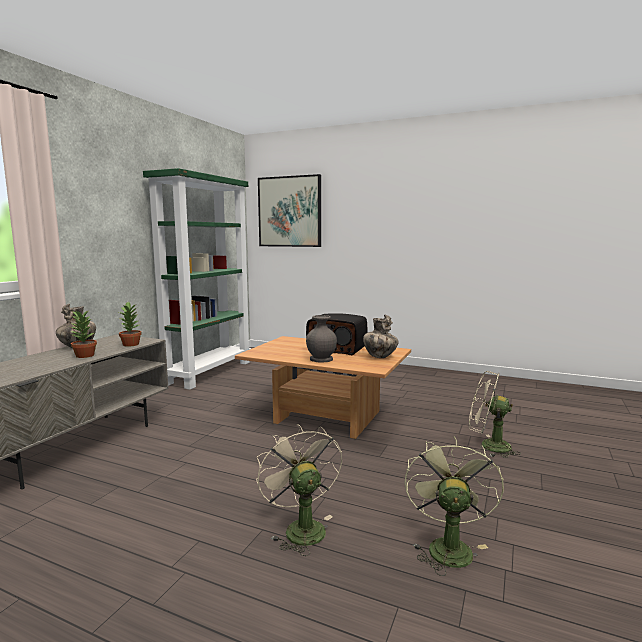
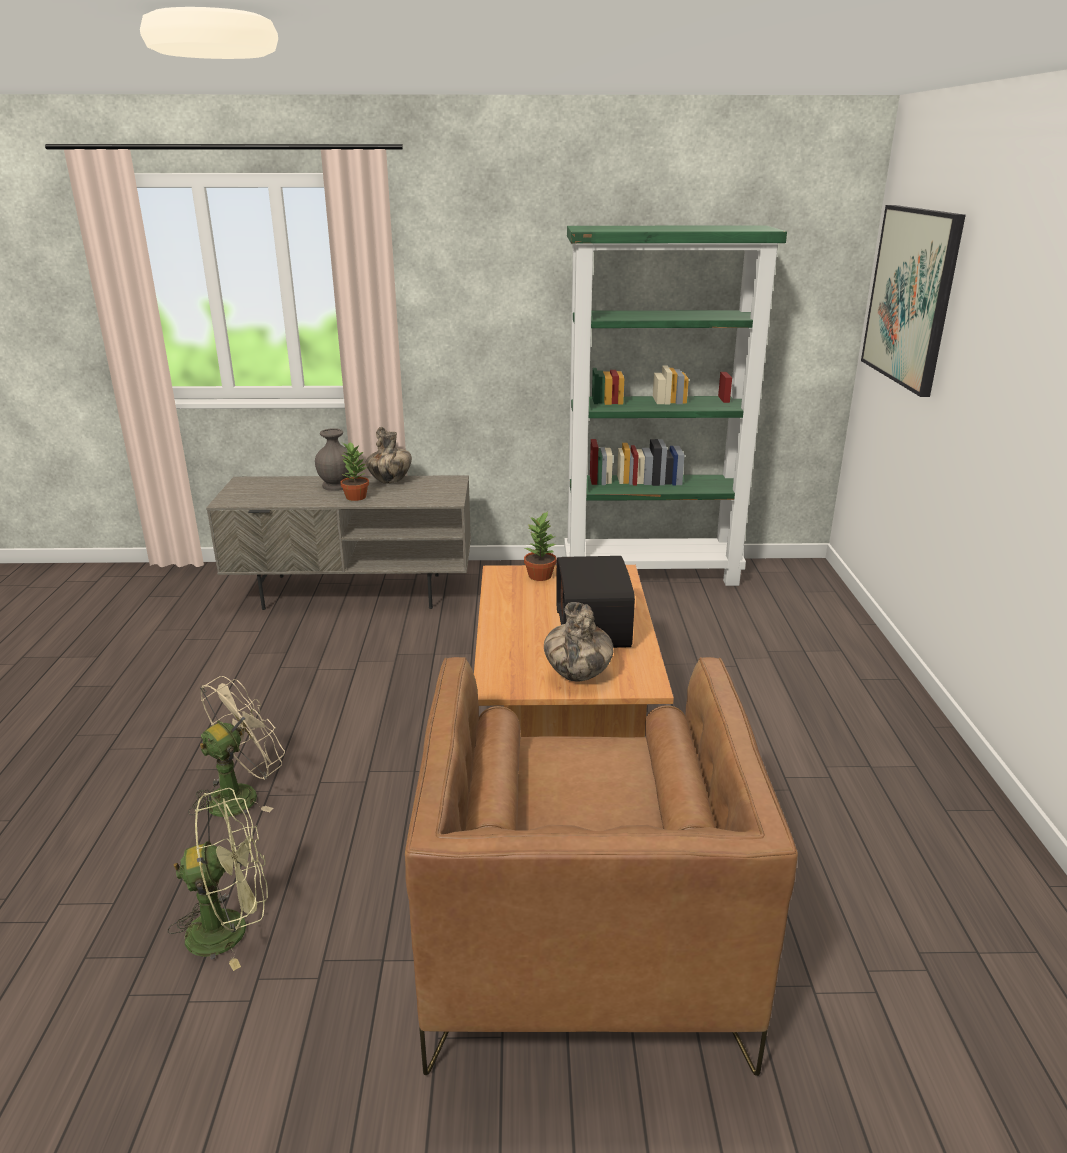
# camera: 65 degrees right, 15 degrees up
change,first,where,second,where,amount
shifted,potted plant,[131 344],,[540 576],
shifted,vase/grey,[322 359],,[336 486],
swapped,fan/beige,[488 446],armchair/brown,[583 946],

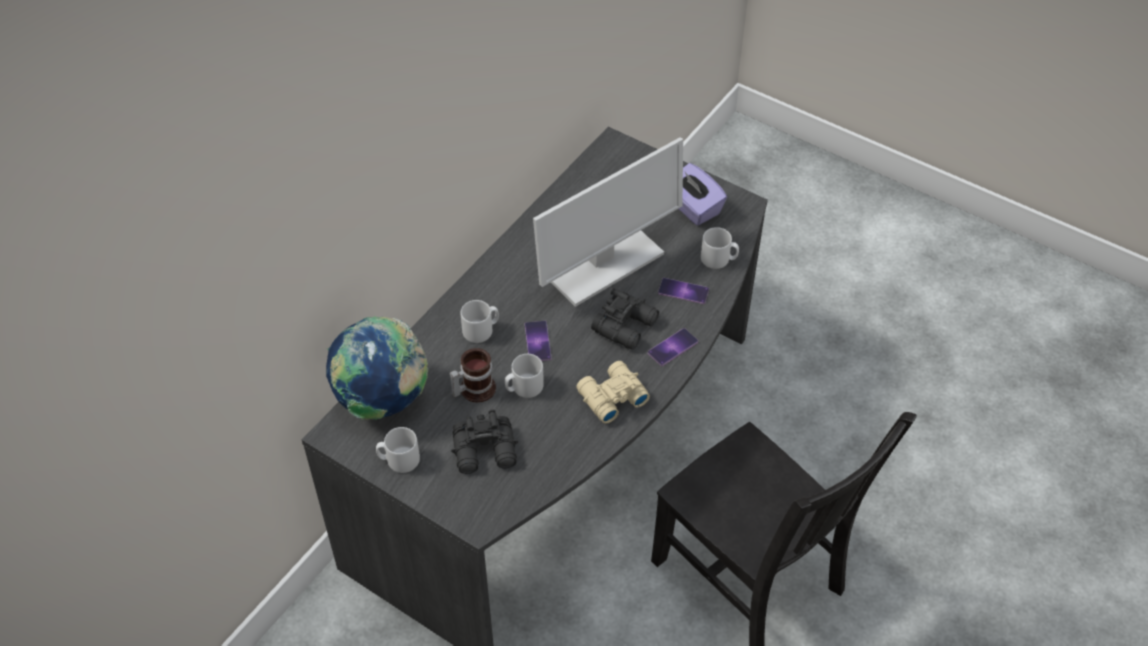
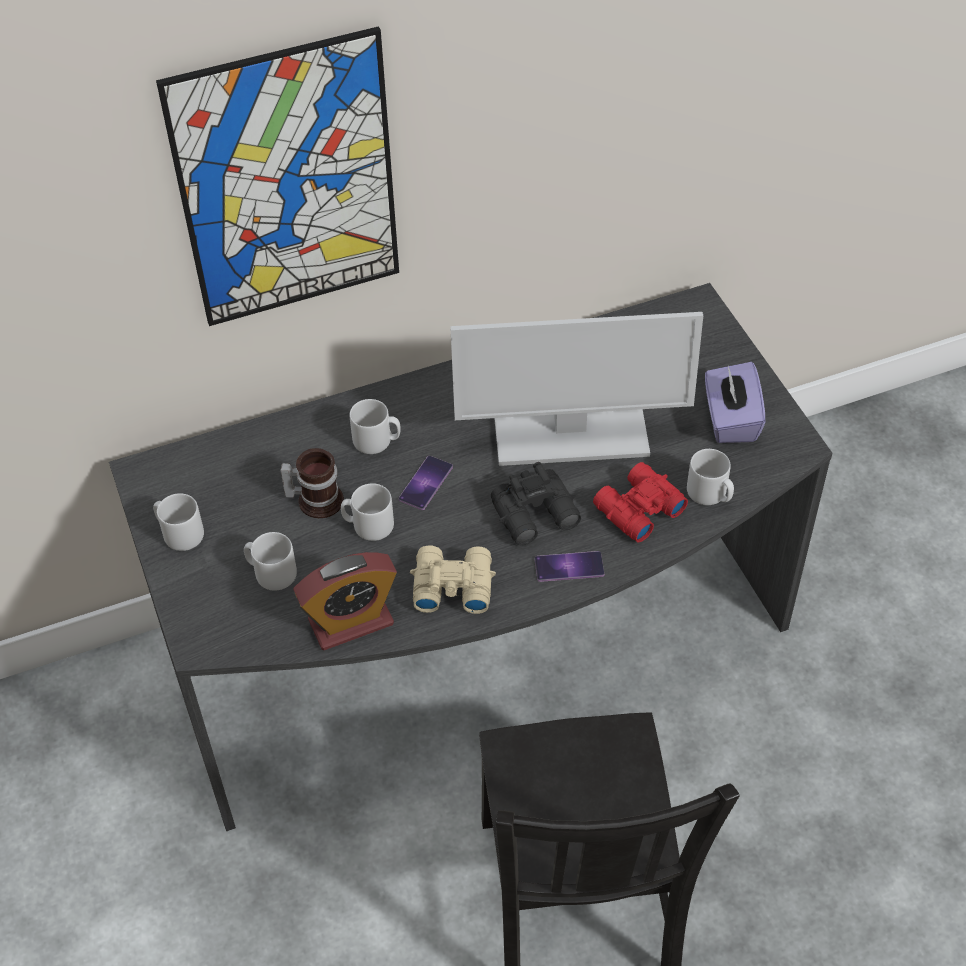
# camera: 35 degrees right, 0 degrees up
change,first,where,second,where,amount
gone,globe,[382 400],,,
new,,,picture,[287 183],
new,,,alarm clock,[351 622],
swapped,binoculars/black,[486 452],mug/grey,[271 573],
swapped,phone,[683 291],binoculars/red,[636 509],

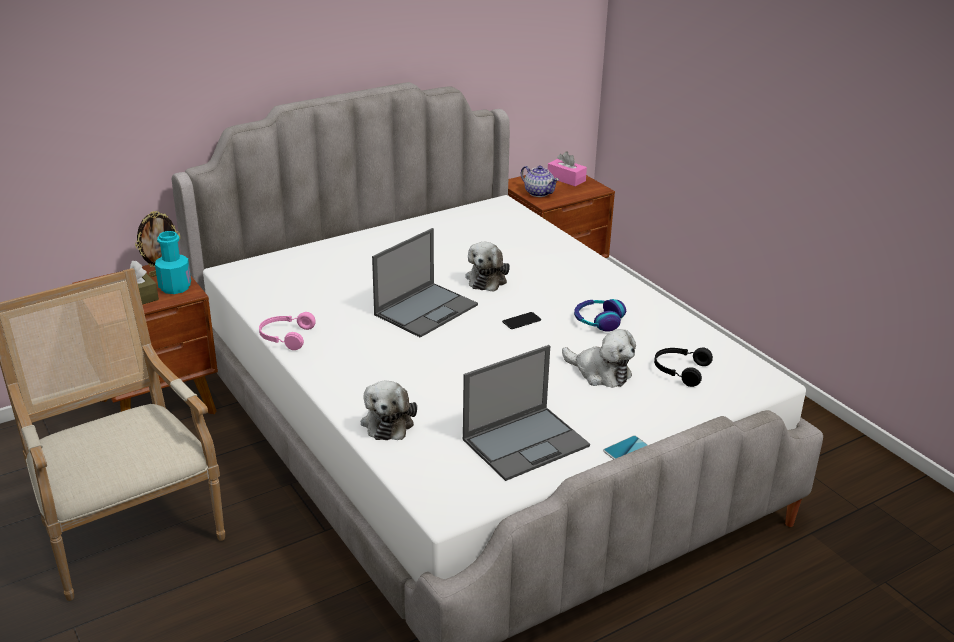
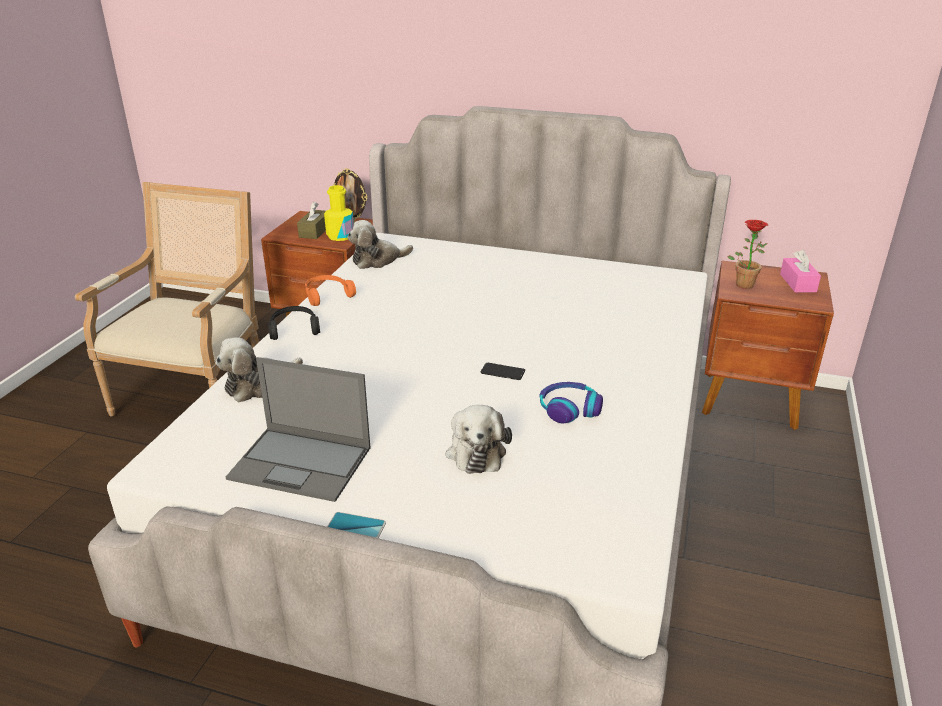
# camera: 50 degrees right, 0 degrees up
change,first,where,second,where,amount
gone,laptop,[426 309],,,
shifted,plush toy,[487 278],,[377 260],
shifted,headphones/black,[679 371],,[294 328],
swapped,teapot,[538 193],potted plant,[743 283],
repainted,bottle/turquoise,[175 287],bottle/yellow,[340 236],
repainted,headphones/pink,[285 337],headphones/orange,[327 295],

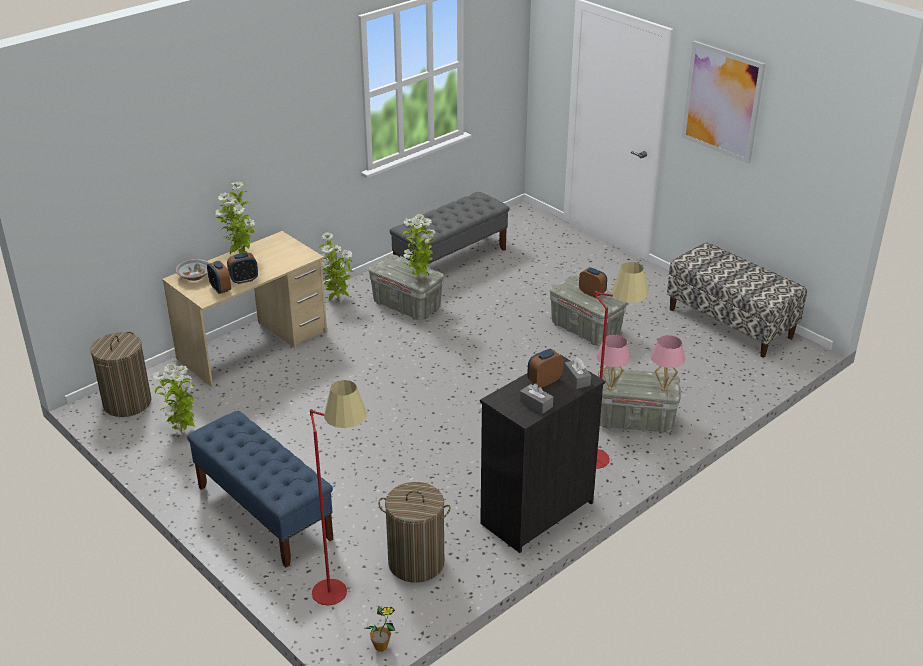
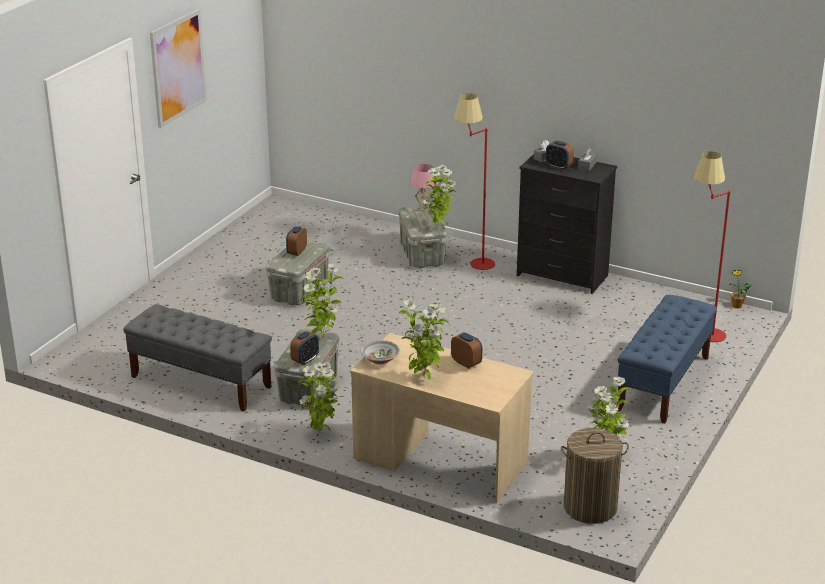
# camera: 110 degrees left, 5 degrees down
change,first,where,second,where,amount
gone,laundry basket,[416 562],,,
gone,bench,[730 323],,,
shifted,bowl,[194 277],,[380 359],
shifted,alarm clock,[220 289],,[305 360],
swapped,table lamp/pink,[611 387],potted plant,[438 228],

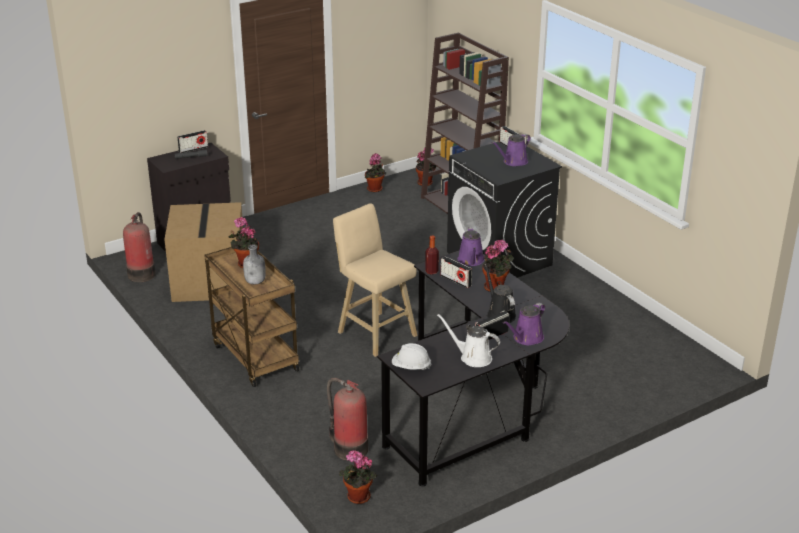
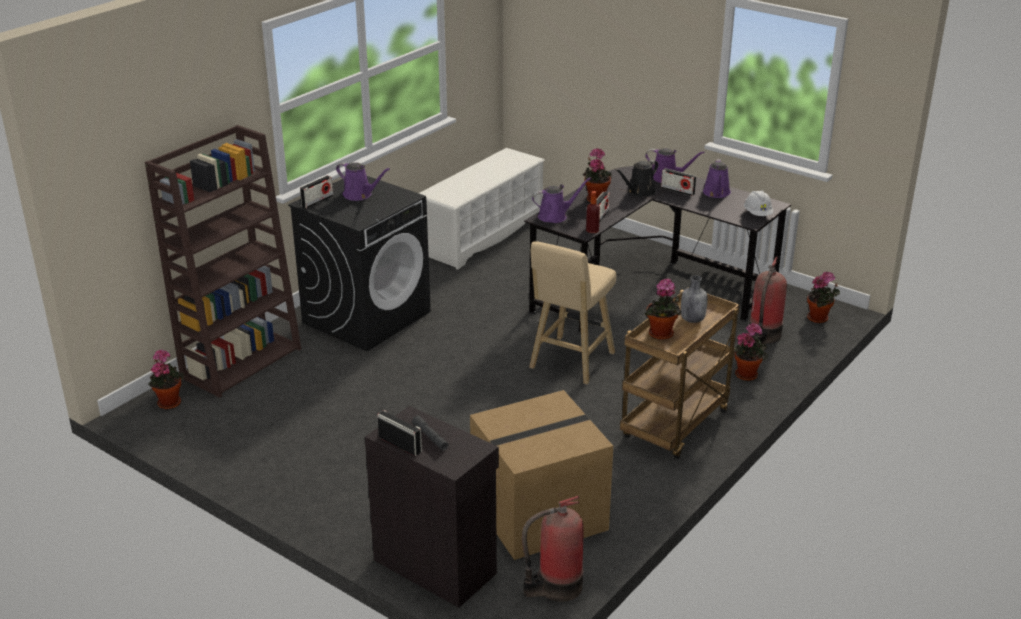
# camera: 110 degrees left, 0 degrees up
change,first,where,second,where,amount
new,,,shoe rack/white,[483 236],
shifted,potted plant,[375 189],,[747 374],
repainted,watering can/white,[472 357],watering can/purple,[716 193],

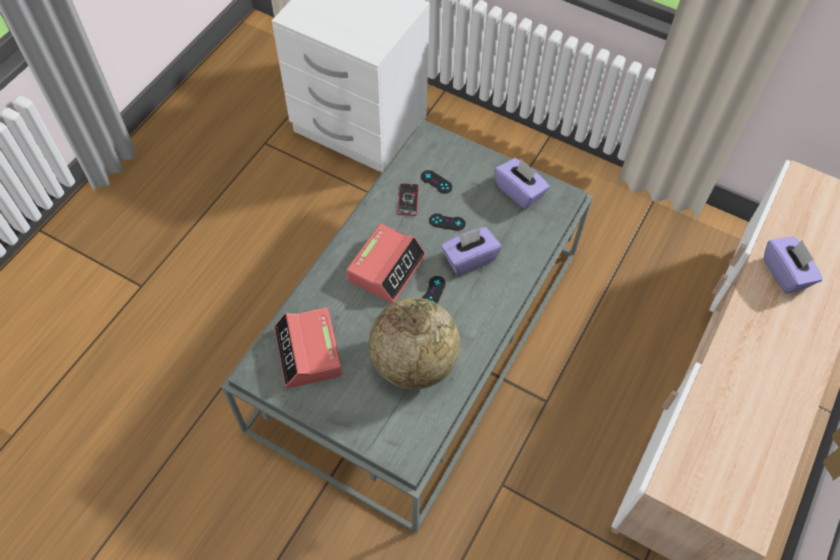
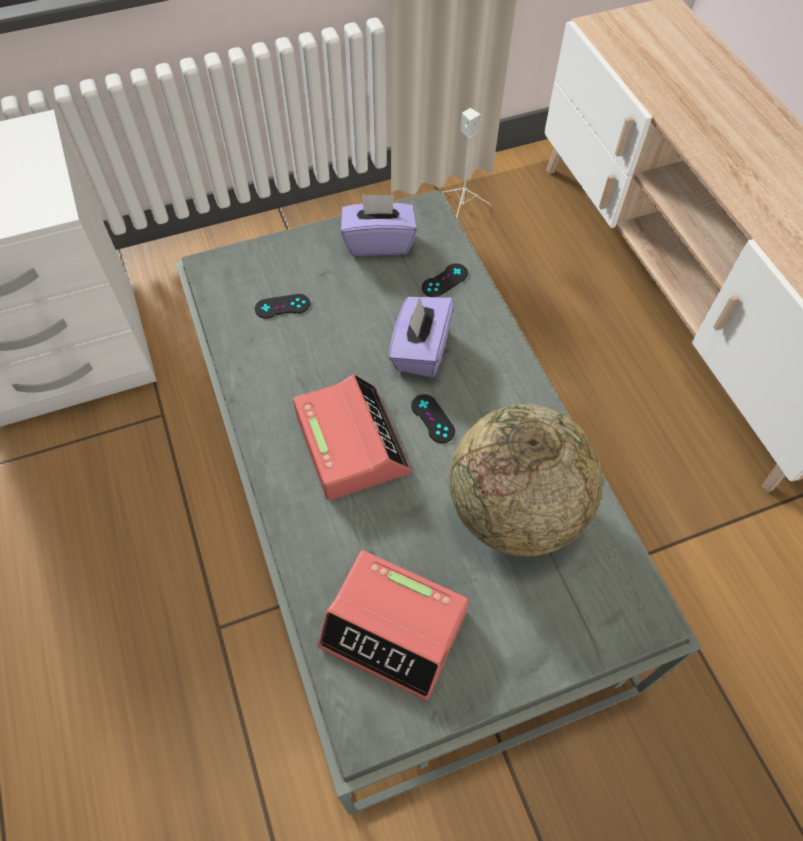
# camera: 50 degrees left, 0 degrees up
change,first,where,second,where,amount
gone,phone,[408 200],,,
gone,tissue box/purple,[786 273],,,
new,,,speaker/white,[463 208],
shifted,game controller/black,[447 222],,[444 280],

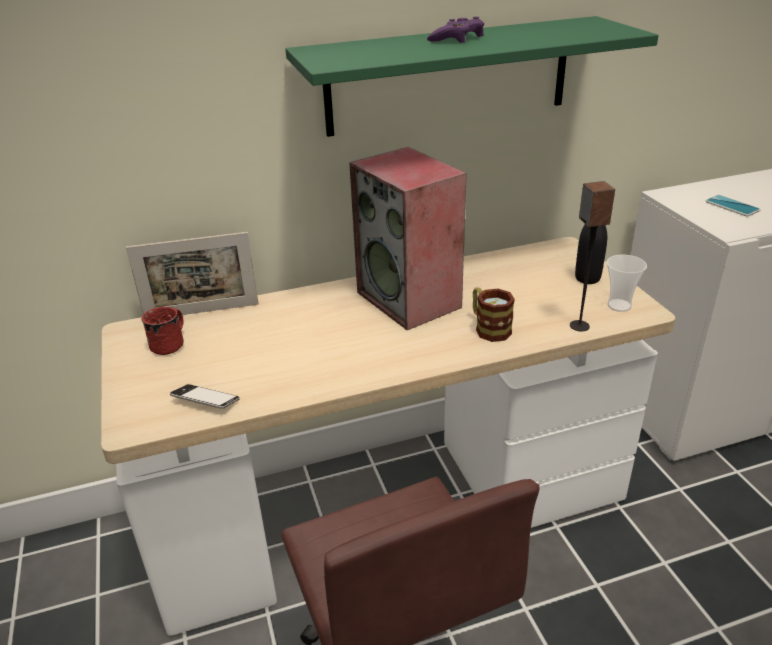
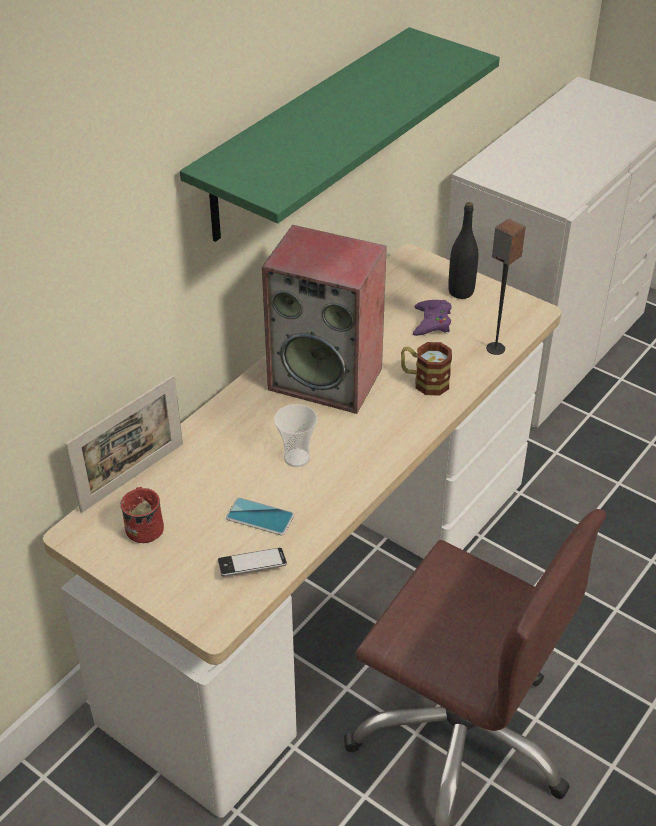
# camera: 35 degrees left, 10 degrees up
change,first,where,second,where,amount
shifted,game controller/purple,[457 38],,[432 322],
shifted,cup,[619 305],,[297 458],
shifted,phone,[732 206],,[260 517],

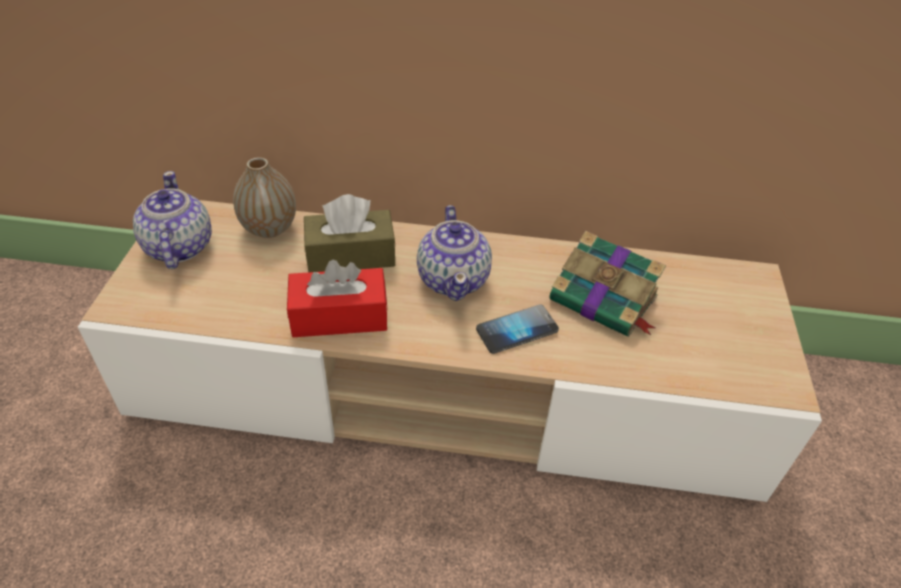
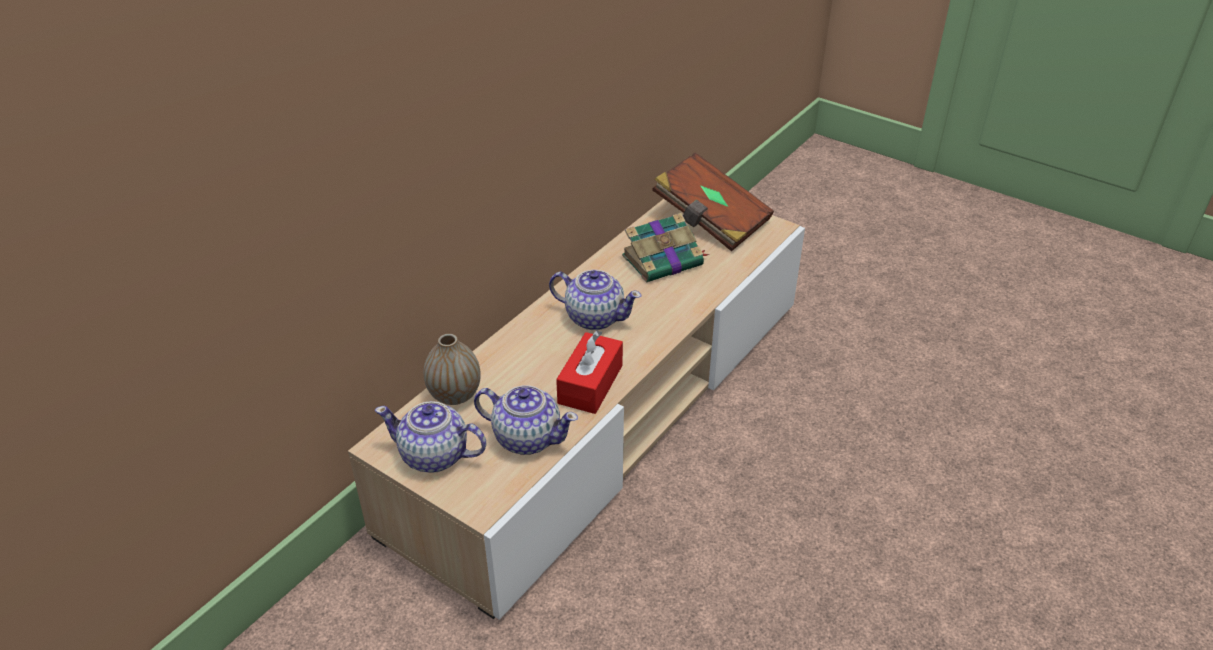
# camera: 60 degrees left, 5 degrees down
change,first,where,second,where,amount
gone,tissue box/brown,[351 255],,,
gone,phone,[517 330],,,
new,,,teapot,[526 437],
new,,,book/brown,[710 220],

